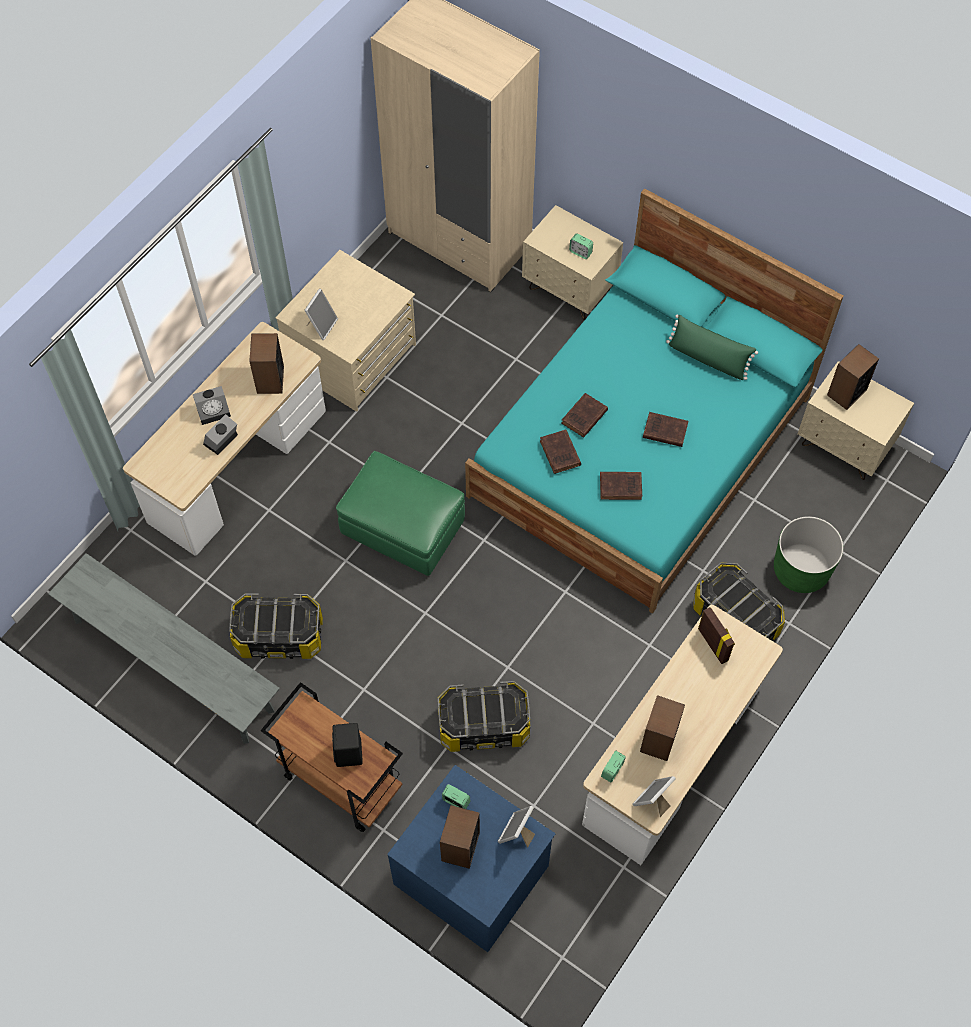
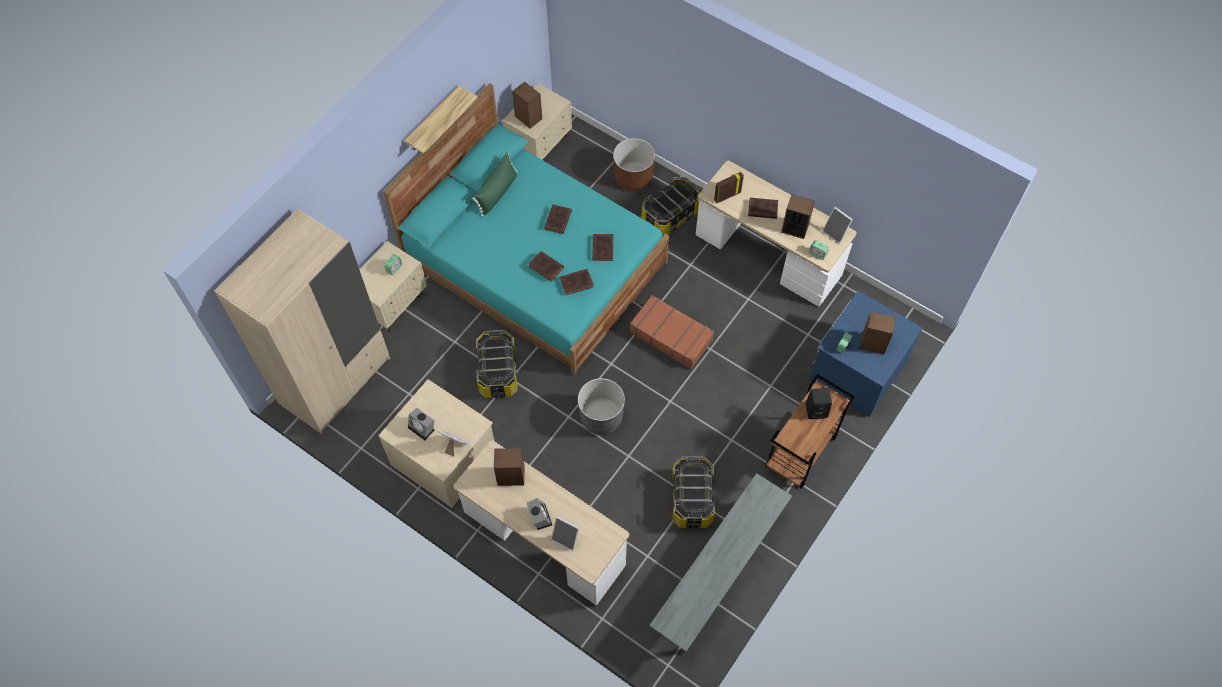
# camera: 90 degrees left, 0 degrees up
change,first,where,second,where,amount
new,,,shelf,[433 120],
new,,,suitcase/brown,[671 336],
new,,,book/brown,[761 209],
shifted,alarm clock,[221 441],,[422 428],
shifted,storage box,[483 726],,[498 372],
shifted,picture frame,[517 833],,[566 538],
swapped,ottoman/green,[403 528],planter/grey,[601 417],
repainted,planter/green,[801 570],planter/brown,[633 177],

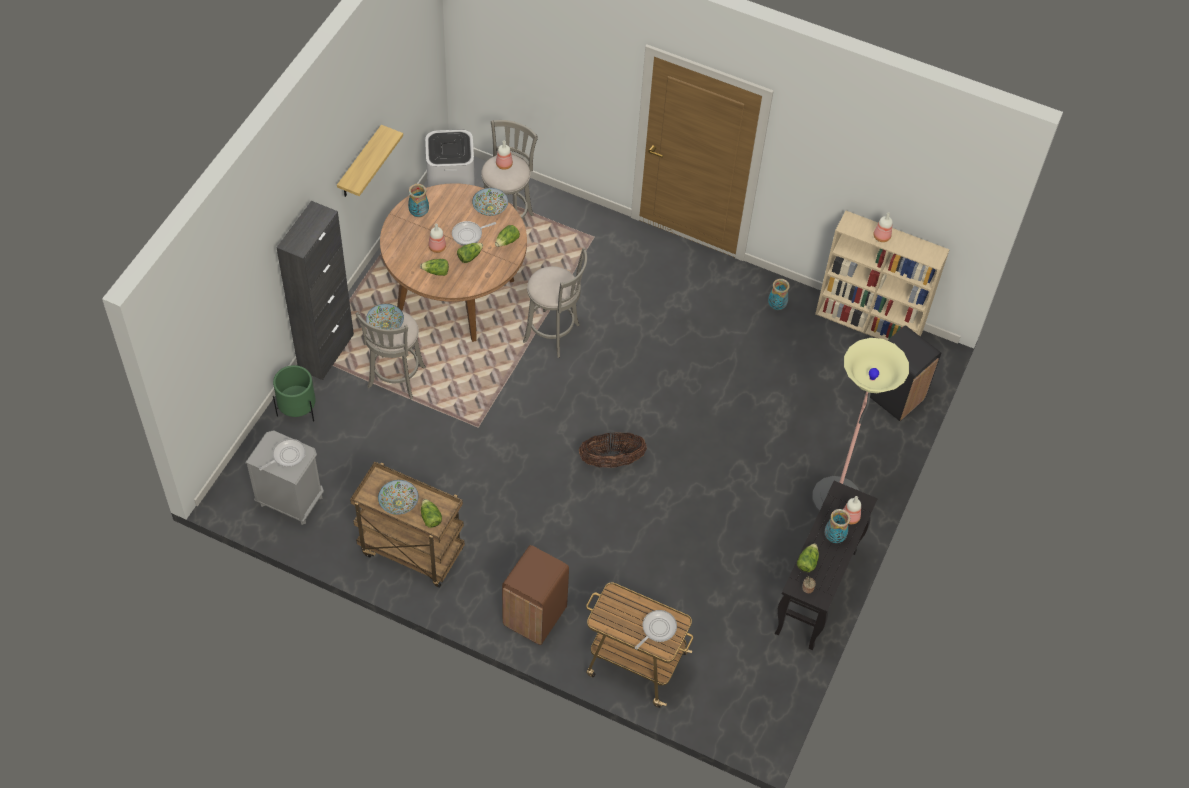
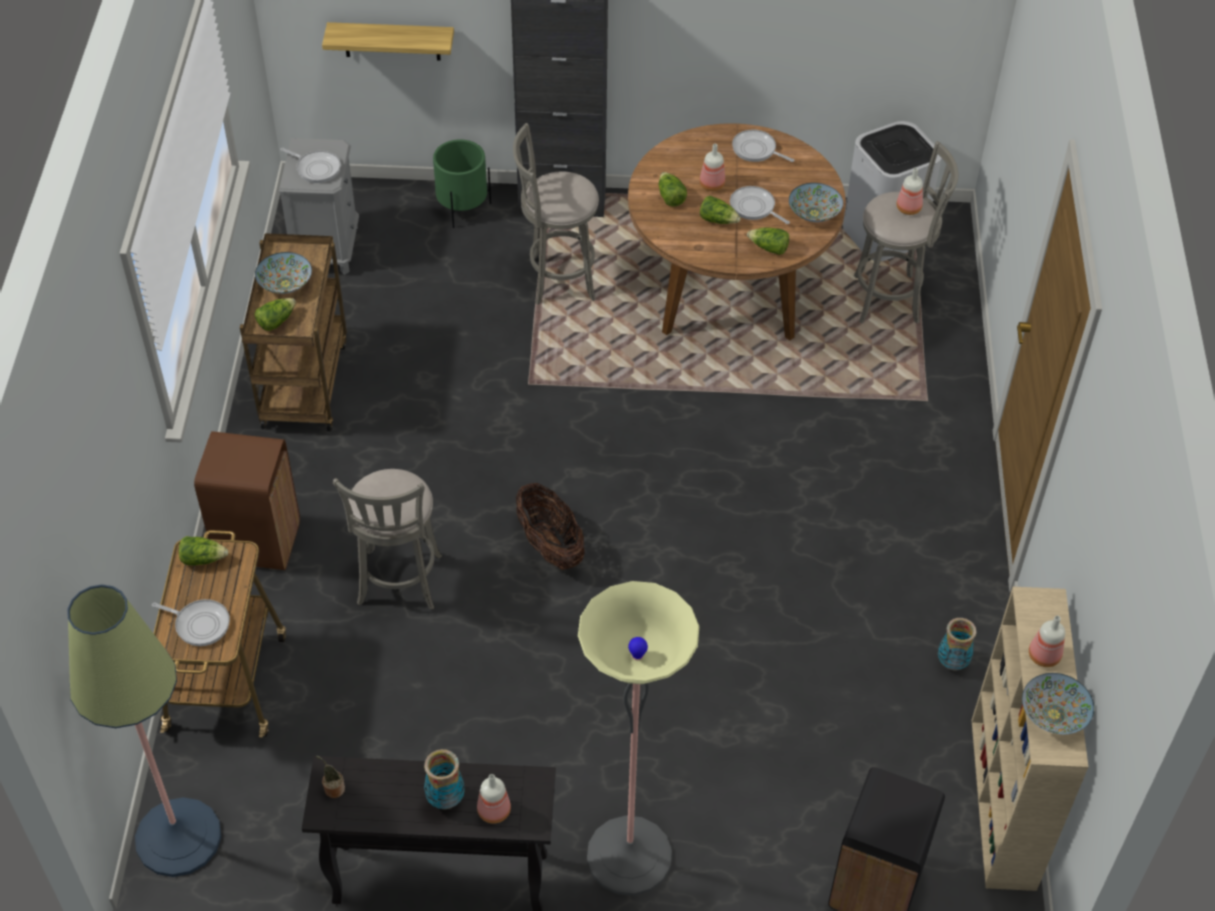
# camera: 70 degrees right, 5 degrees down
change,first,where,second,where,amount
new,,,floor lamp,[178 838],
shifted,shelf,[360 164],,[392 41],
shifted,bowl,[385 325],,[1053 714],
shifted,stool/grey,[554 335],,[399 584],
shifted,lettuce,[807 562],,[203 558],
swapped,vase,[419 213],frying pan,[756 150],

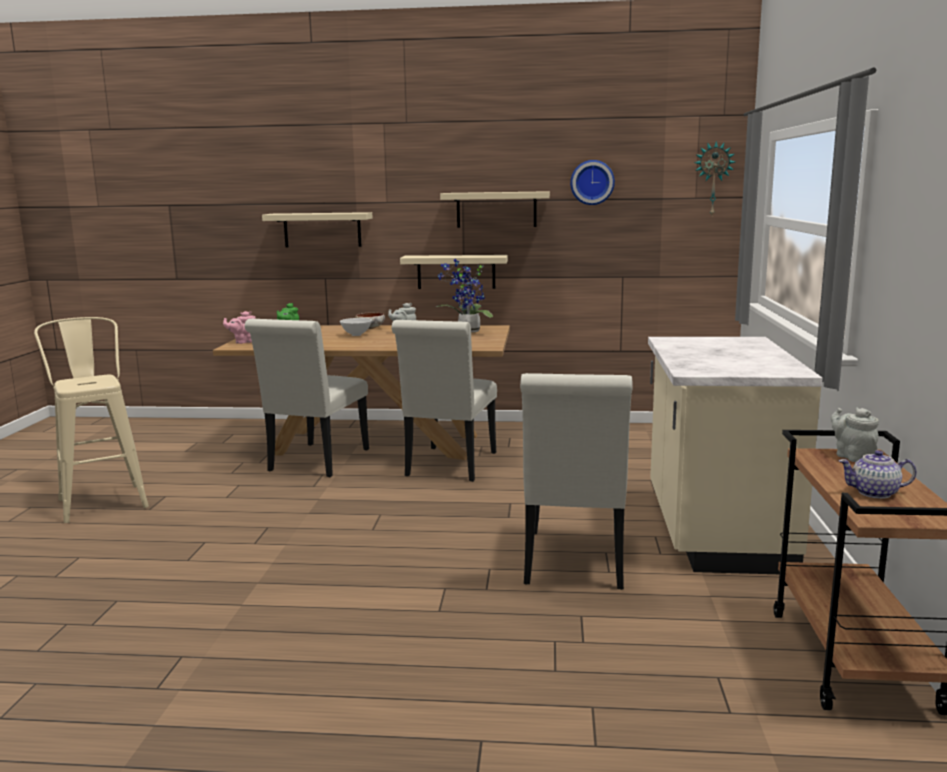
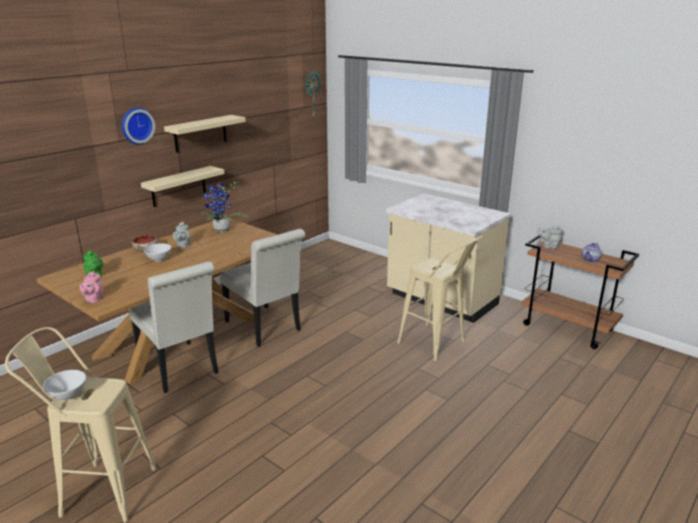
# camera: 55 degrees left, 10 degrees up
change,first,where,second,where,amount
gone,shelf/beige,[322 230],,,
new,,,bowl/white,[67 396],
shifted,wall clock,[592 182],,[136 125],
swapped,chair/white,[574 564],stool/beige,[437 345],

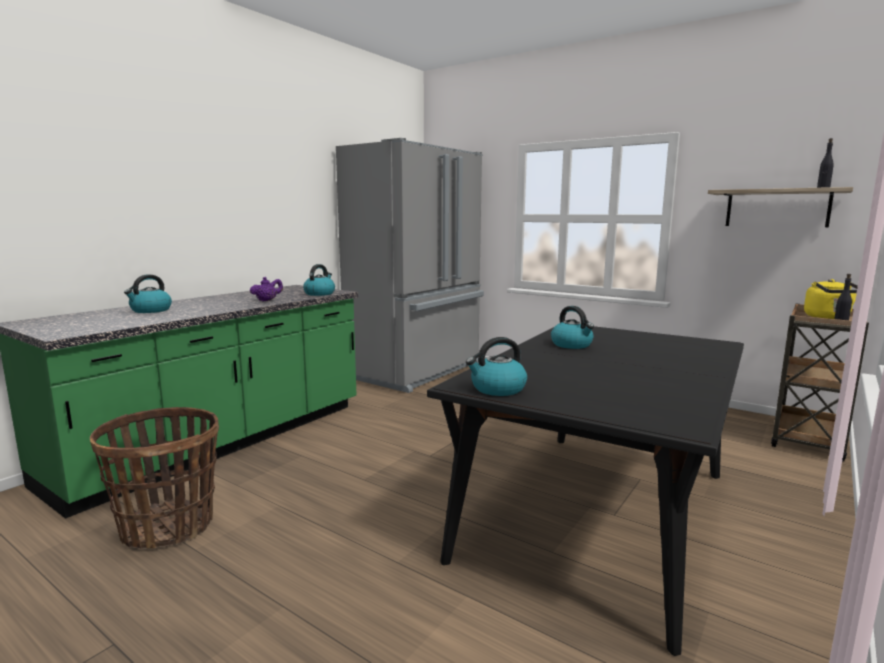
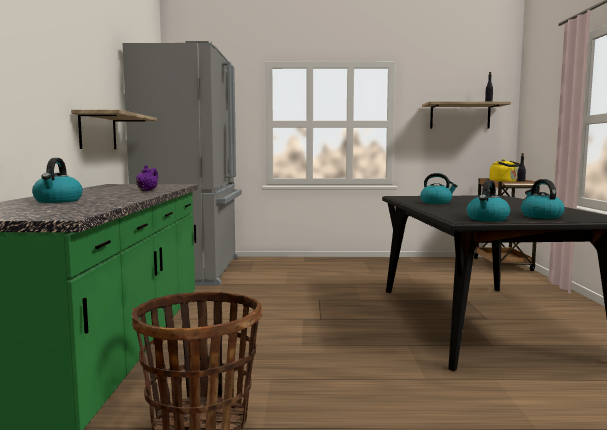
# camera: 35 degrees left, 5 degrees down
change,first,where,second,where,amount
new,,,shelf,[98 131],
shifted,kettle,[319 293],,[540 216],

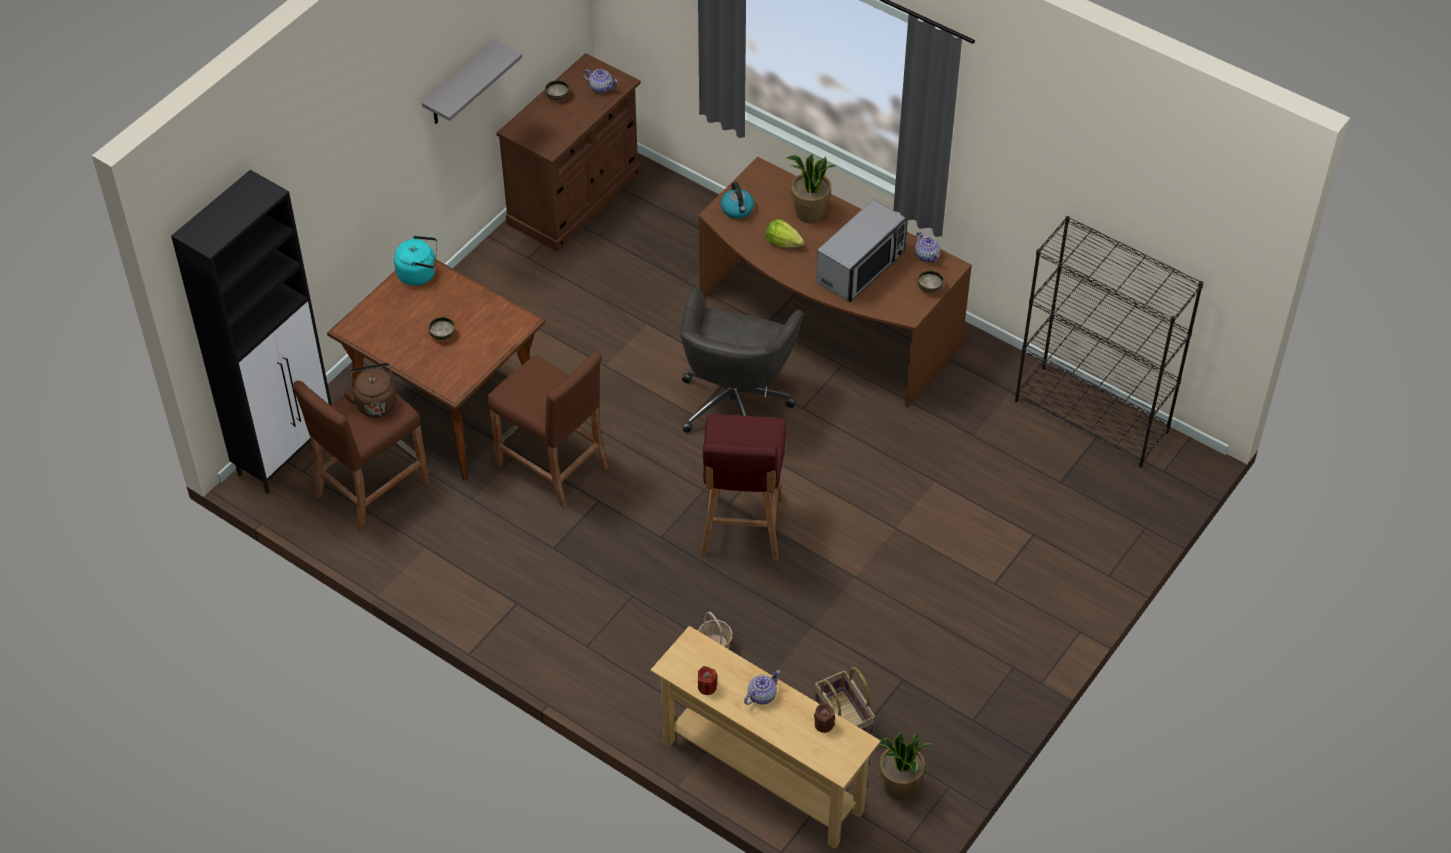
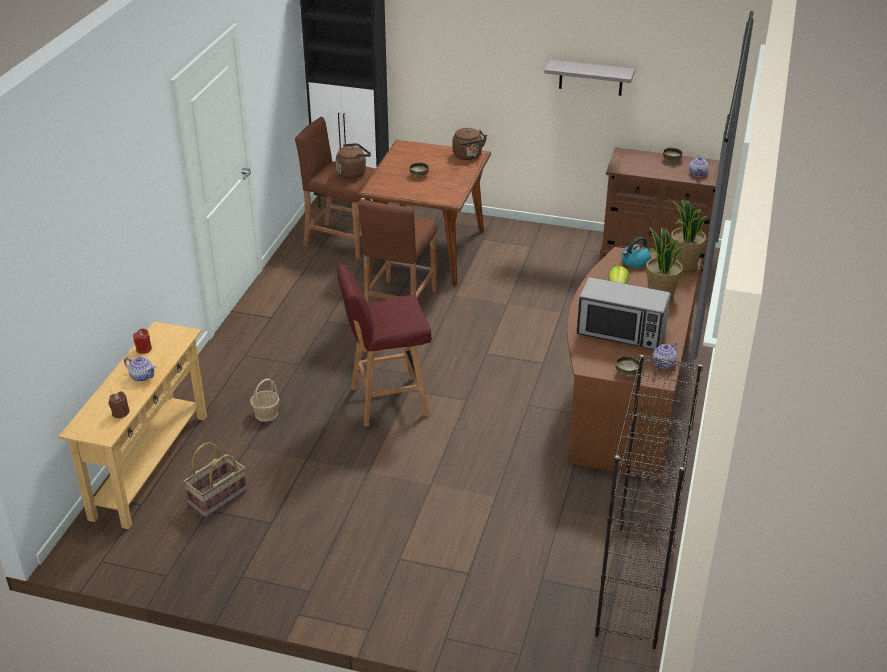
# camera: 70 degrees right, 15 degrees down
change,first,where,second,where,amount
gone,office chair/grey,[735 402],,,
shifted,potted plant,[899 787],,[684 264],
repainted,kettle/turquoise,[419 273],kettle/brown,[468 156],

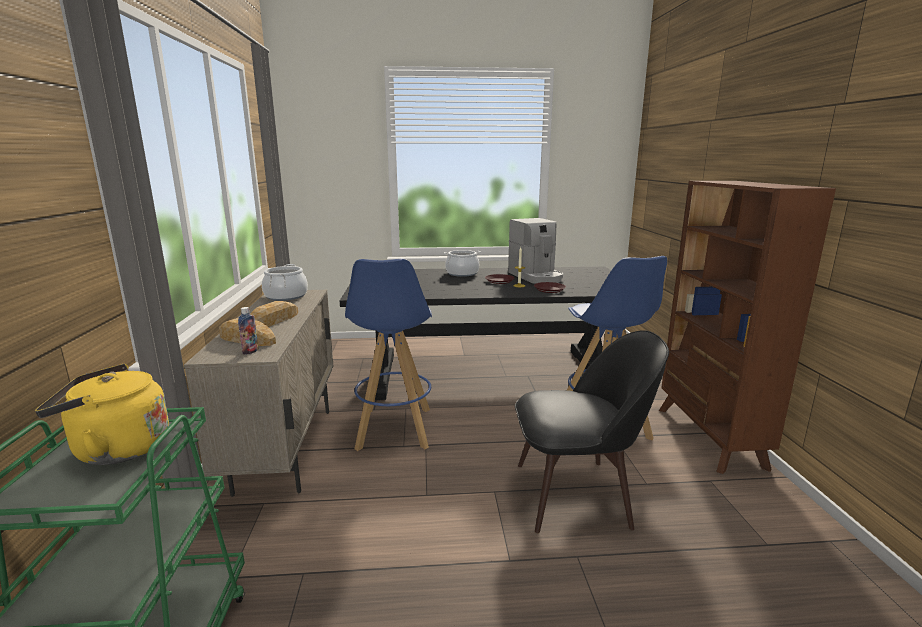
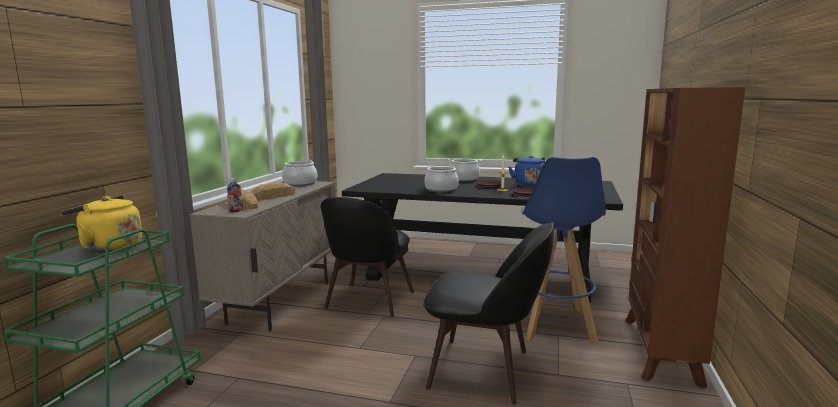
# camera: 20 degrees right, 5 degrees down
change,first,where,second,where,amount
new,,,cooking pot,[441 189],
swapped,stool/blue,[394 429],chair/black,[368 301],
swapped,coffee machine,[536 277],kettle/blue,[528 185],

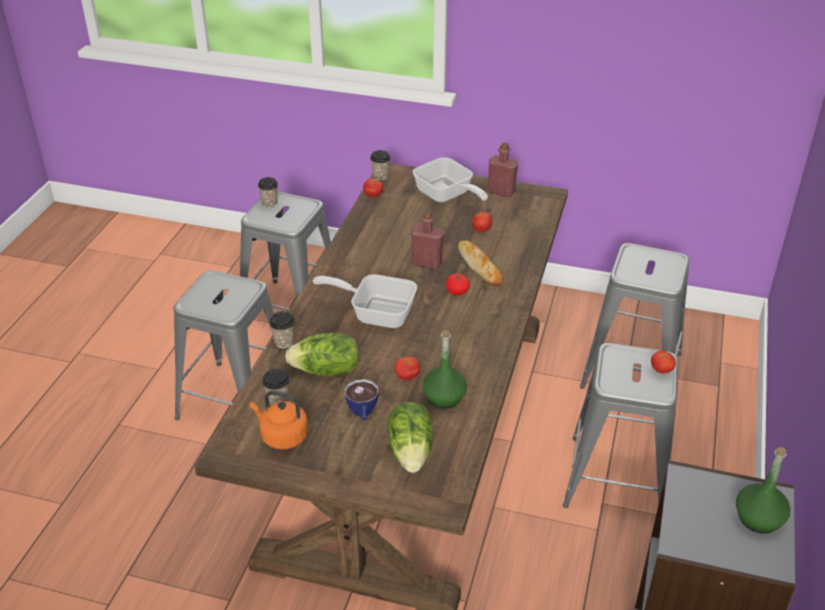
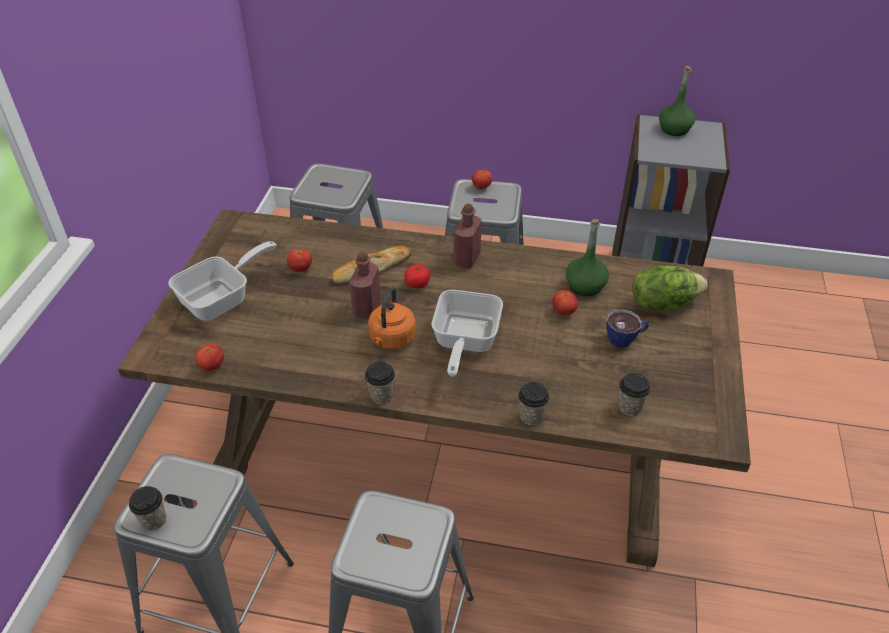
# camera: 95 degrees left, 5 degrees up
change,first,where,second,where,amount
gone,lettuce,[326 371],,,
shifted,kettle/orange,[282 436],,[391 339],
shifted,cup,[380 176],,[381 395],
shifted,bottle/red,[501 192],,[466 259],

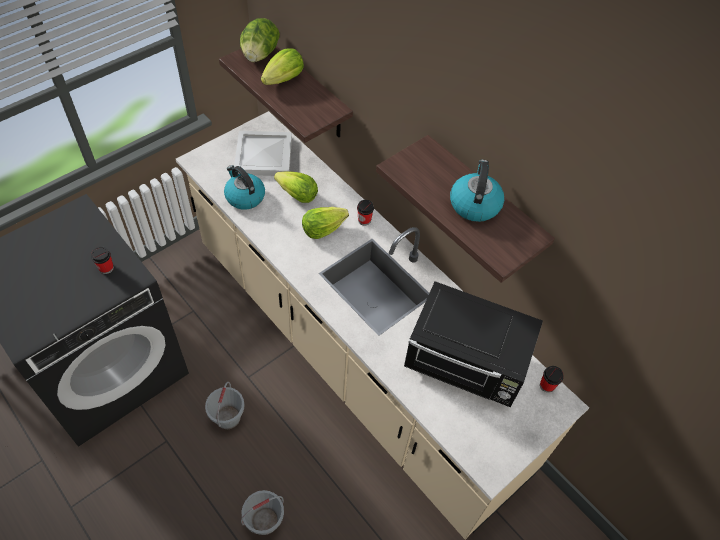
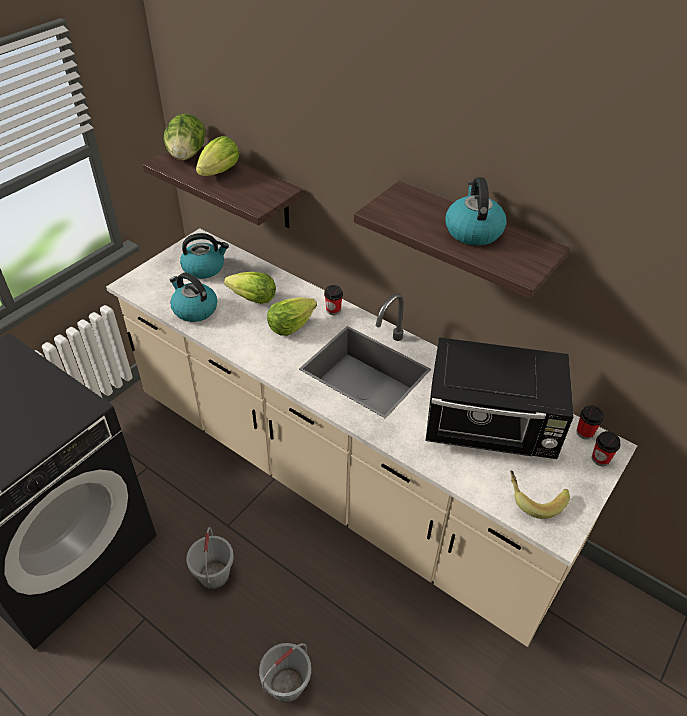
# camera: 10 degrees left, 10 degrees down
change,first,where,second,where,amount
new,,,banana,[534 499],
shifted,cup,[106 268],,[600 459],
swapped,tray/white,[263 155],kettle,[204 268],

